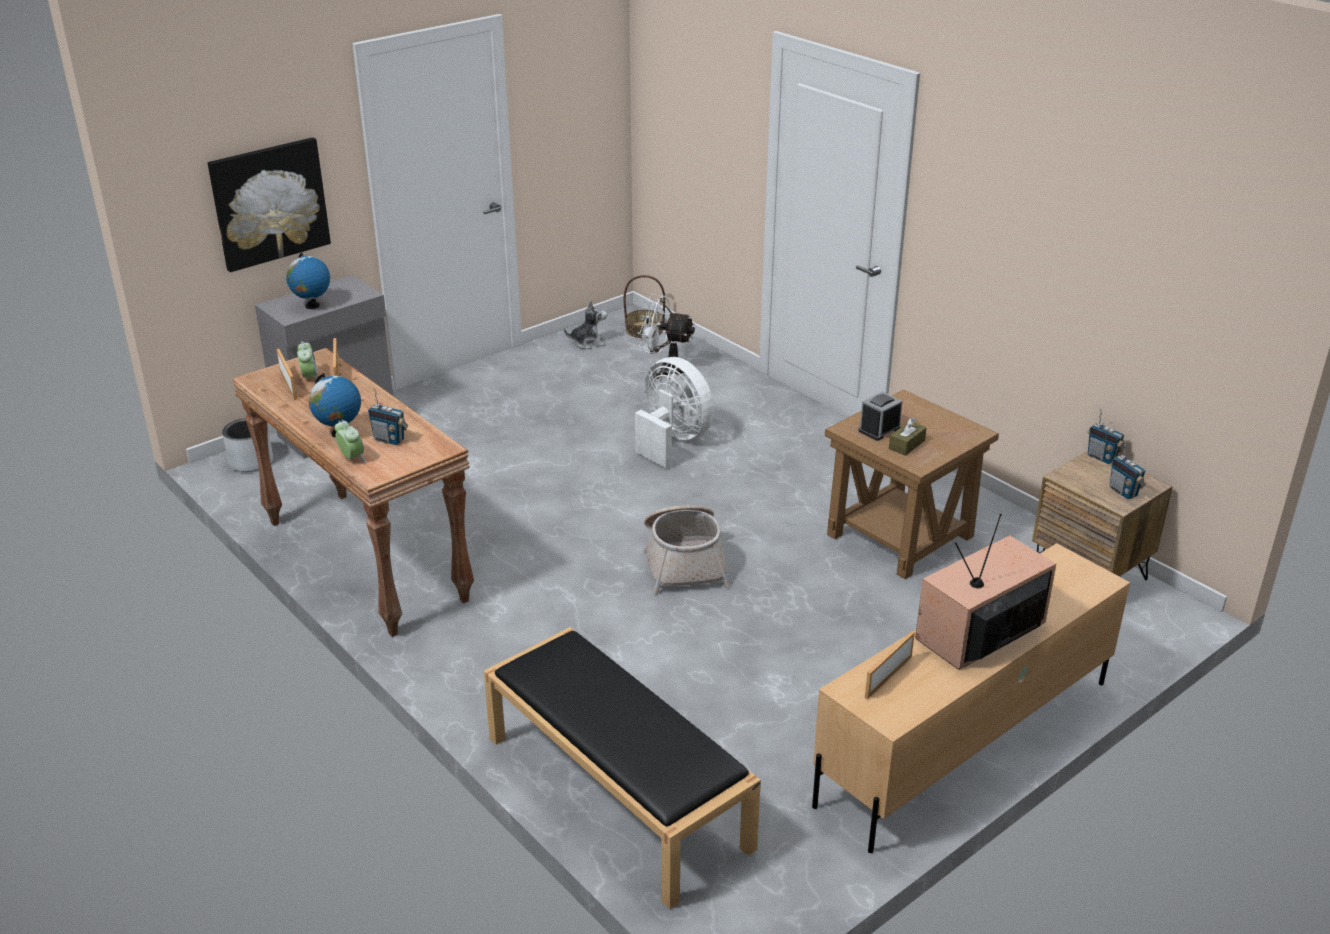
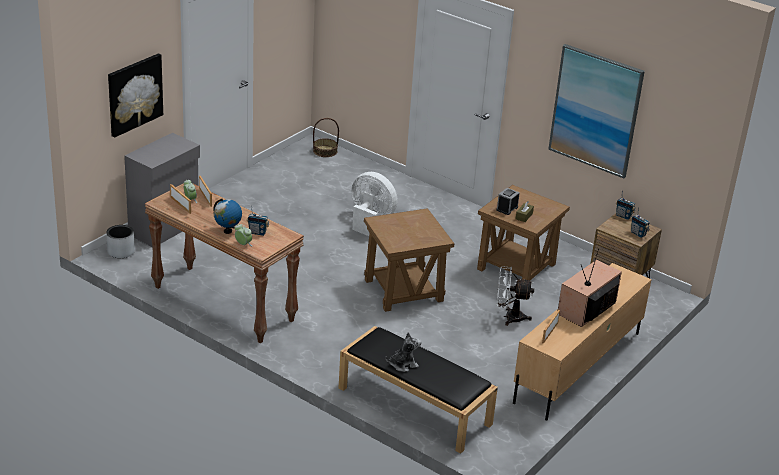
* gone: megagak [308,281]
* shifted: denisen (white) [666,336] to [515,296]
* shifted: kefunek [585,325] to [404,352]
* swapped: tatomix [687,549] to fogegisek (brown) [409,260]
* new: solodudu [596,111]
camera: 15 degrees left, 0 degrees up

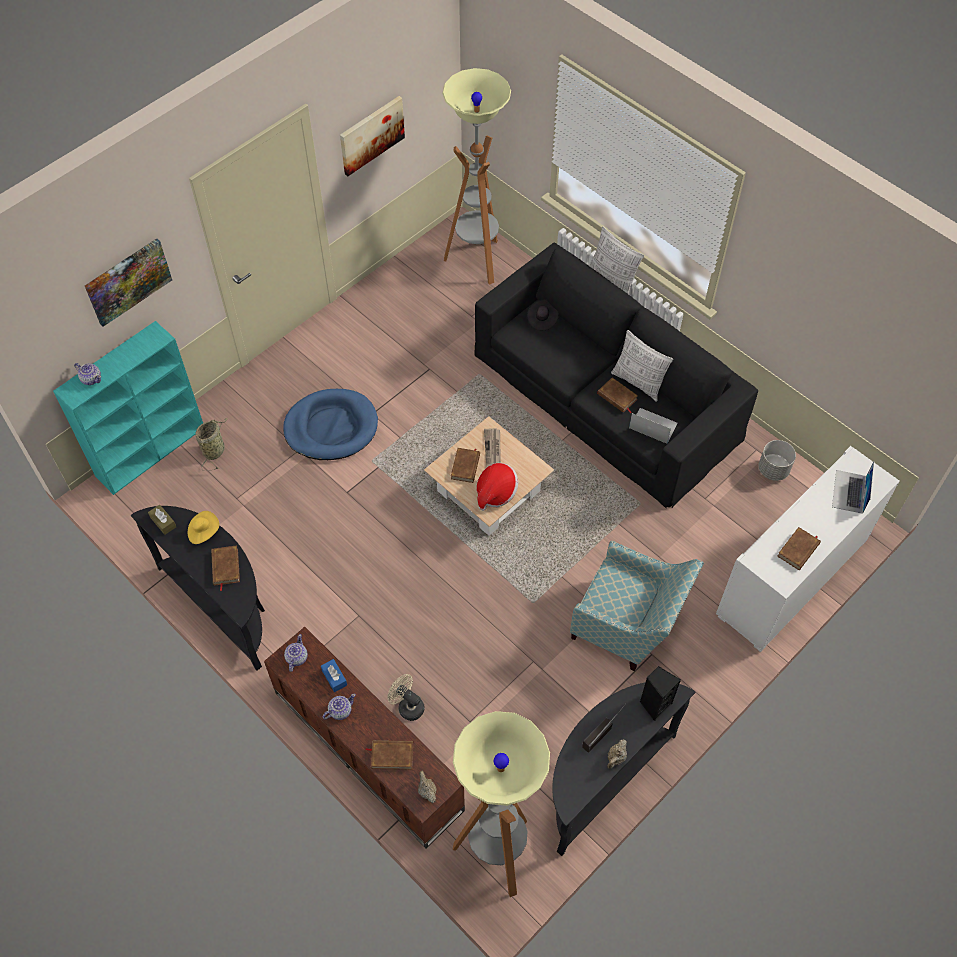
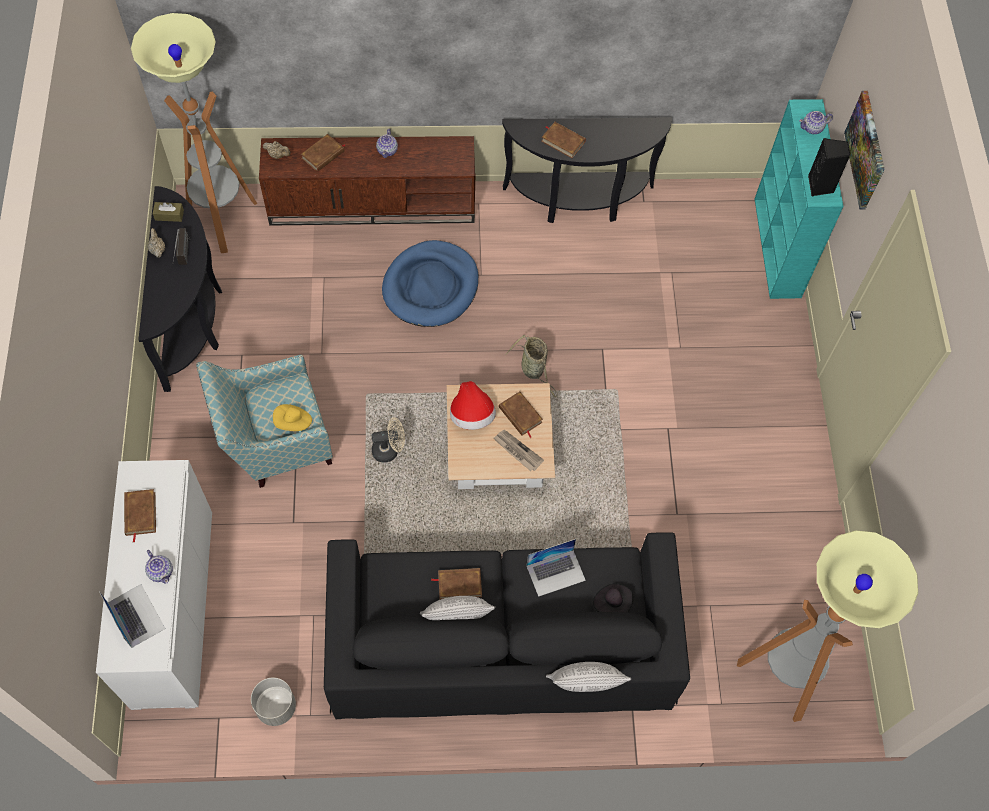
* gone: solodudu [372,136]
* shifted: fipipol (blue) [330,424] to [430,283]
* shifted: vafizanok [653,425] to [556,568]
* shifted: tatomix [212,444] to [532,366]
* shifted: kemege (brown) [162,519] to [168,212]
* shifted: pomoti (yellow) [203,527] to [292,417]
* shifted: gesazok [296,653] to [159,567]
* gone: kemege (blue) [334,675]
* shifted: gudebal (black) [660,693] to [829,167]
* shifted: denisen (beige) [406,697] to [388,440]
camera: 130 degrees right, 5 degrees up

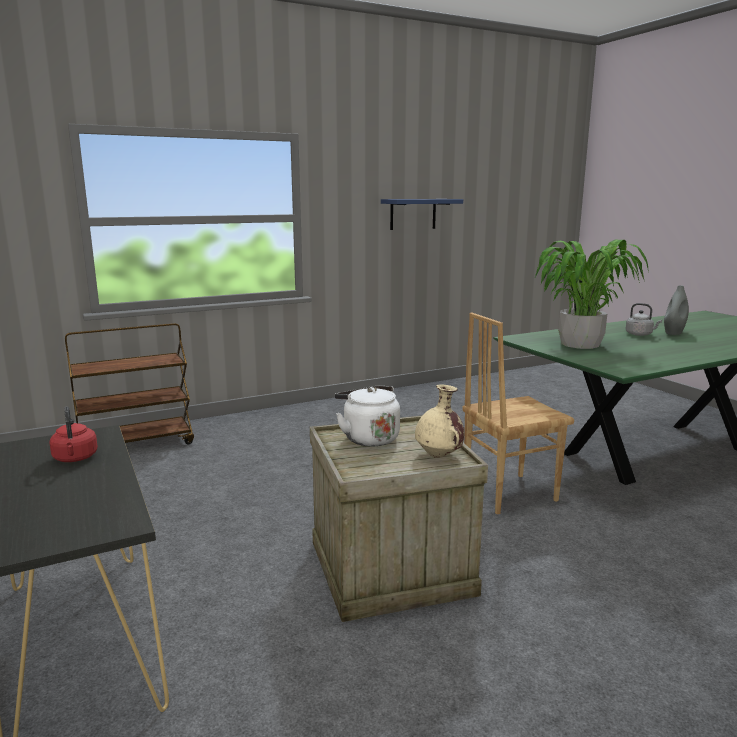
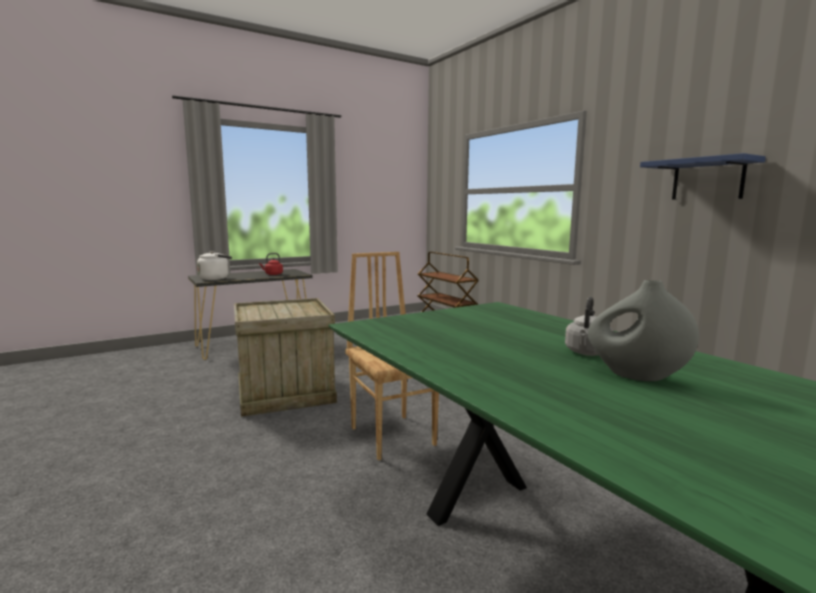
* gone: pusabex [592,294]
* gone: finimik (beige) [439,421]
* shifted: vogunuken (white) [367,416] to [214,265]
camera: 85 degrees right, 5 degrees down

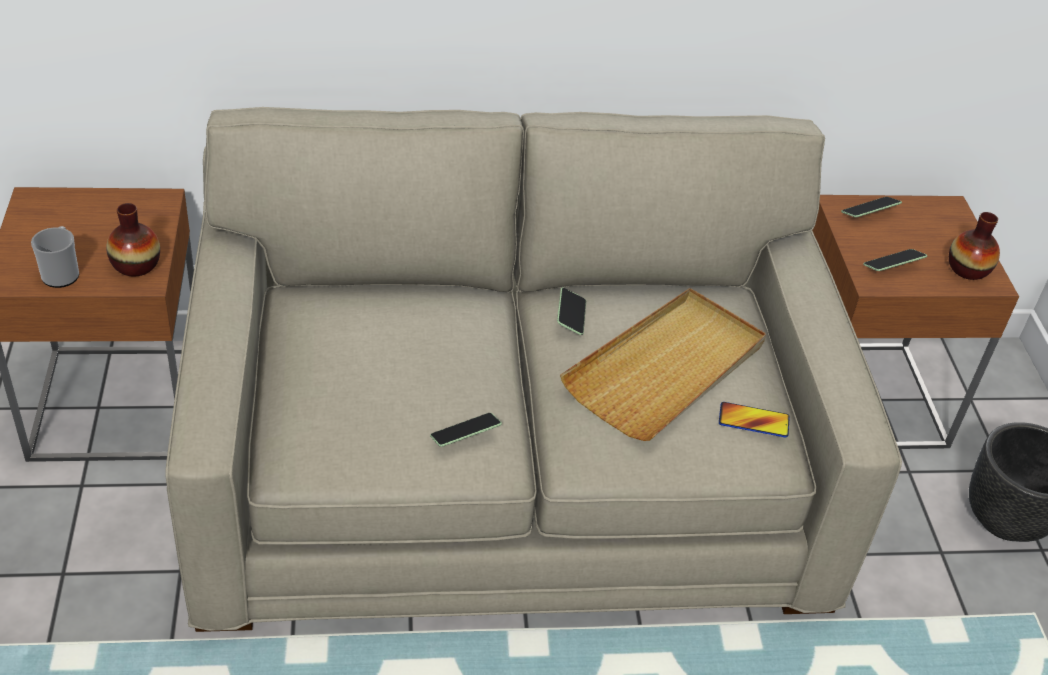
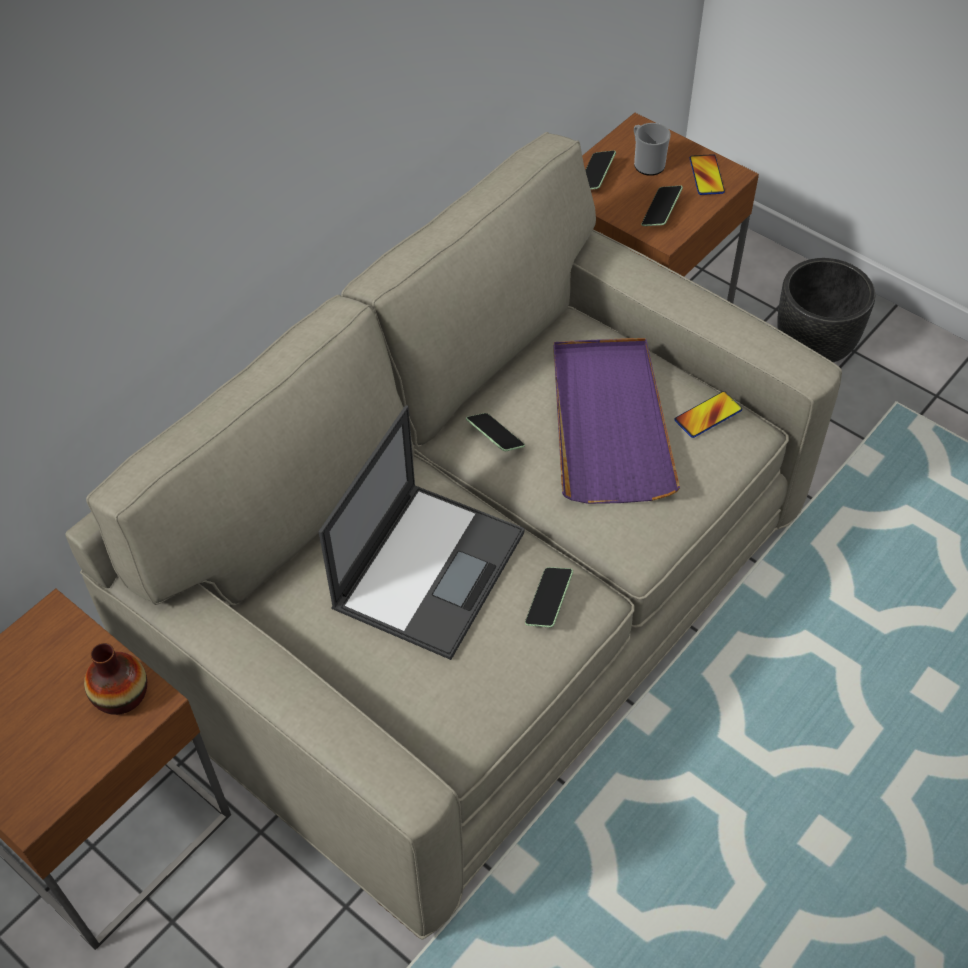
* swapped: finimik [974,246] to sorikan [707,174]
* shifted: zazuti [55,257] to [652,149]
* repainted: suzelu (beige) [663,364] to suzelu (purple) [616,421]
* new: vafizanok [422,532]
camera: 40 degrees left, 10 degrees up

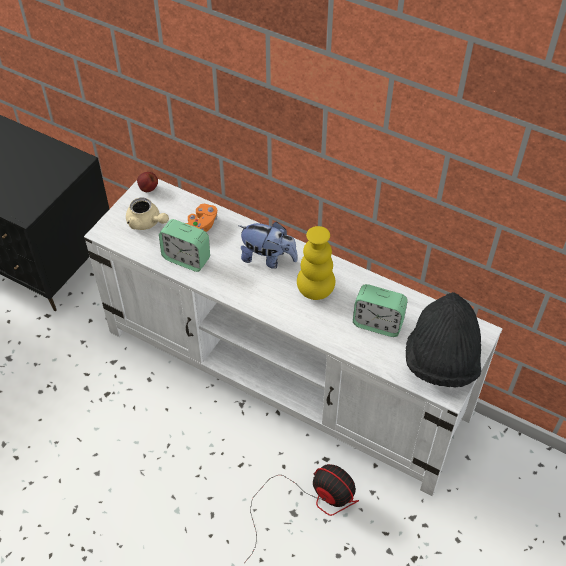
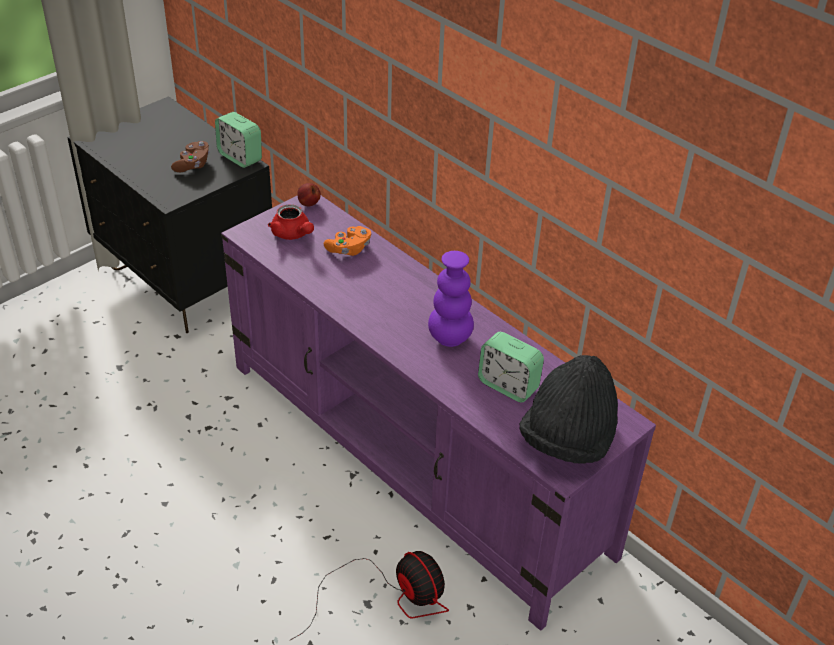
* repainted: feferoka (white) [293,337] to feferoka (purple) [438,413]
* repainted: gesazok (beige) [147,213] to gesazok (red) [291,222]
* shifted: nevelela [184,245] to [238,140]
* gone: kefunek [268,245]
* repainted: finimik (yellow) [316,263] to finimik (purple) [451,299]
* new: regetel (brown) [190,156]
camera: 15 degrees right, 10 degrees down

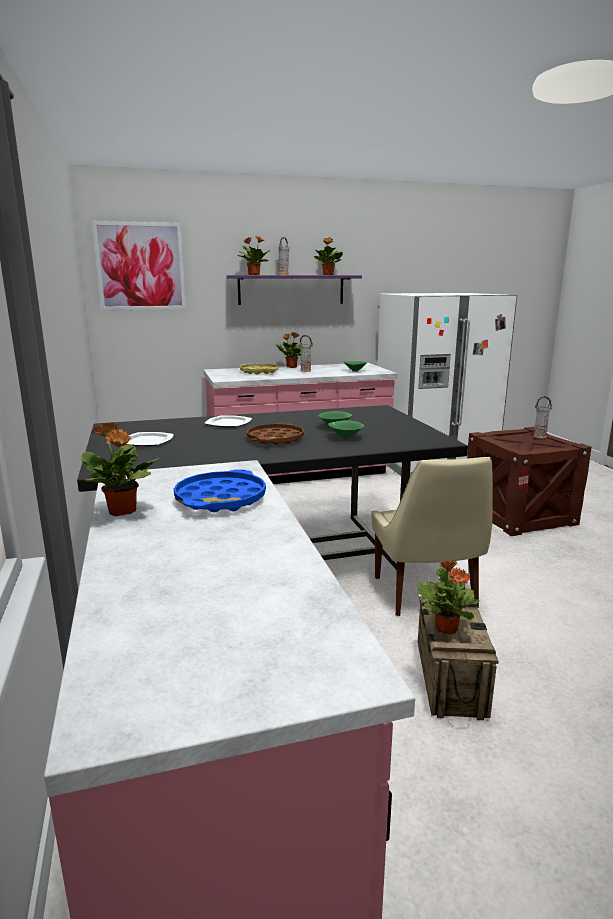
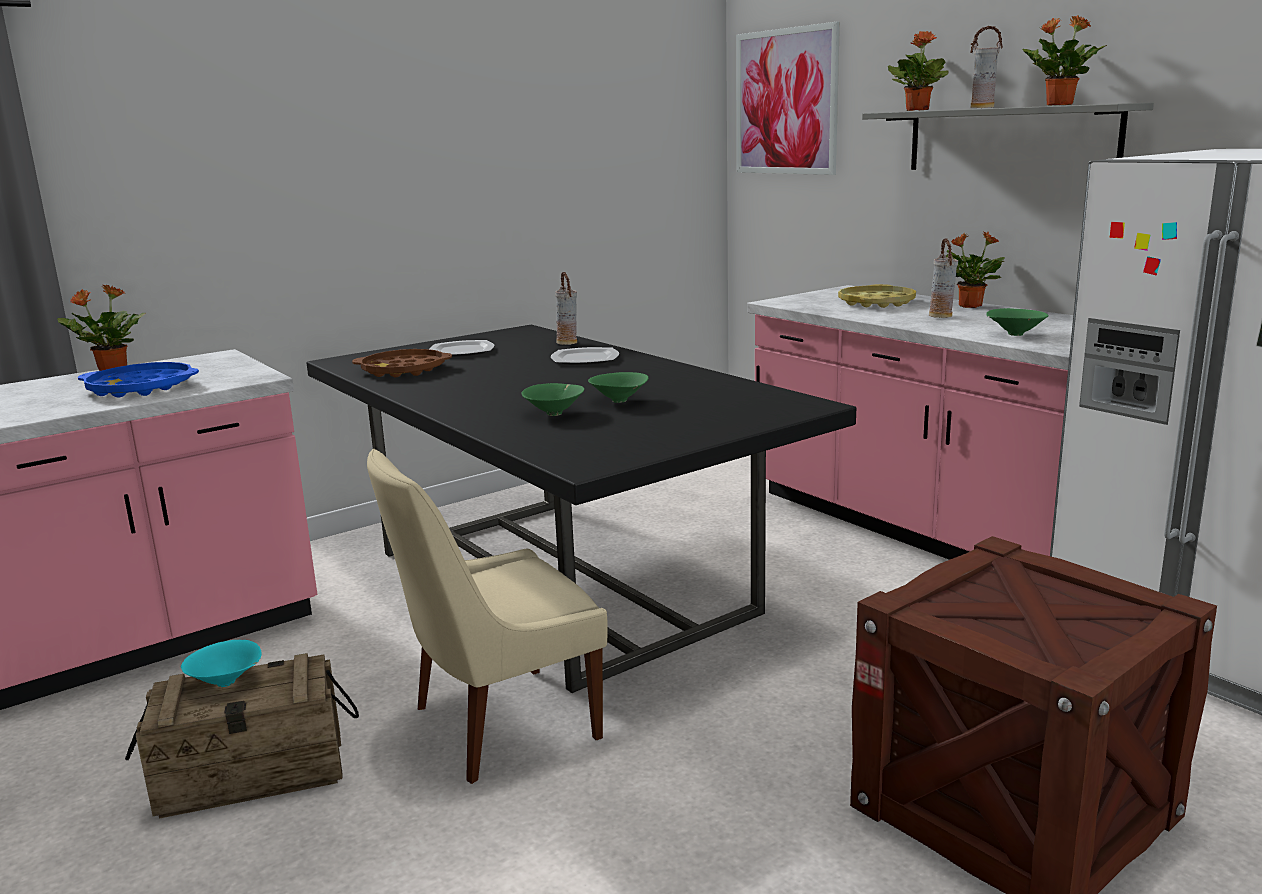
* repainted: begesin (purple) [294,290] to begesin (grey) [1008,136]
* shifted: finimik [543,417] to [566,308]
* shifted: suzelu (brown) [275,434] to [402,363]
* swapped: pusabex [448,597] to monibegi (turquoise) [221,663]
camera: 70 degrees right, 0 degrees up

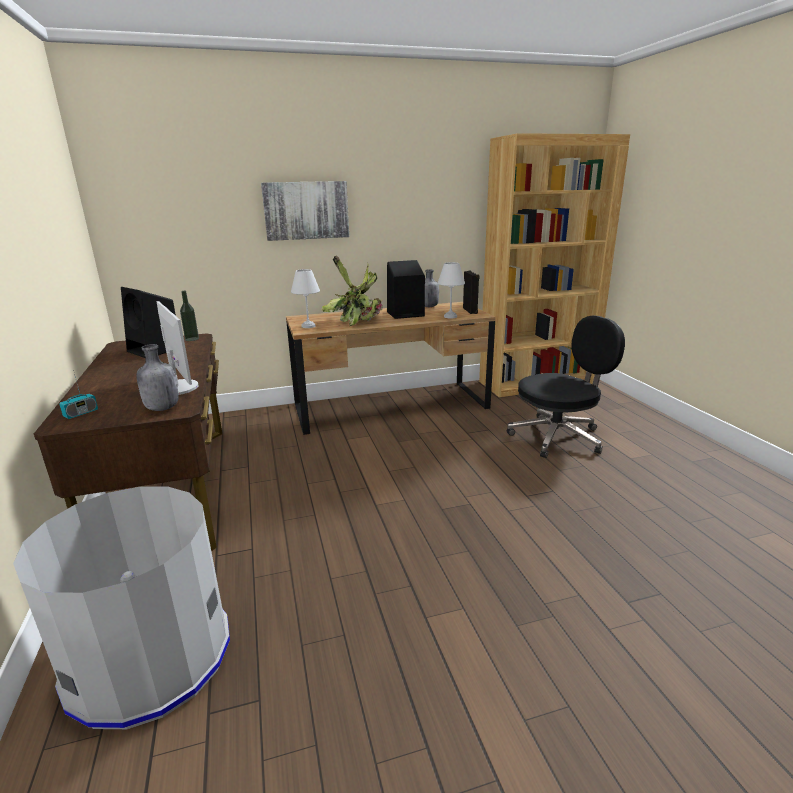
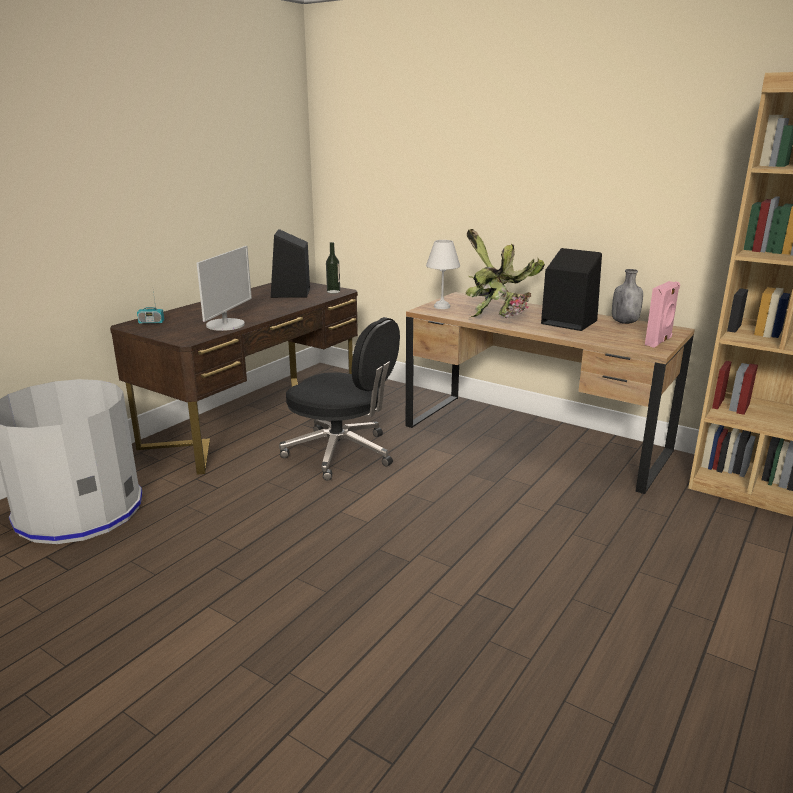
* gone: solodudu [305,211]
* gone: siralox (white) [451,290]
* repainted: gudebal (black) [471,292] to gudebal (pink) [662,314]
* shifted: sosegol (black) [566,387] to [339,399]
* gone: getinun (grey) [157,377]
camera: 50 degrees right, 0 degrees up

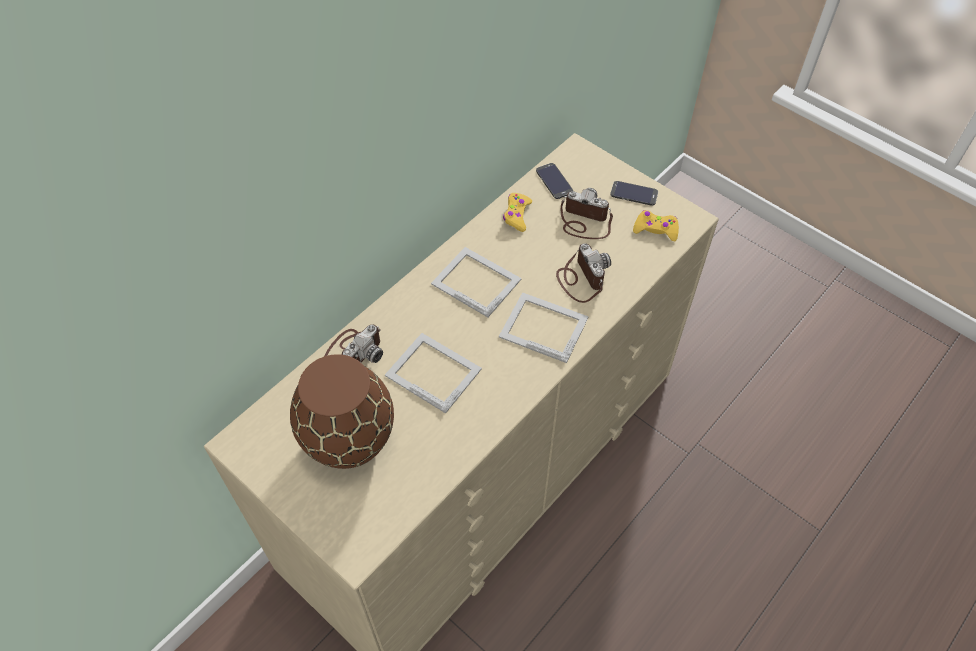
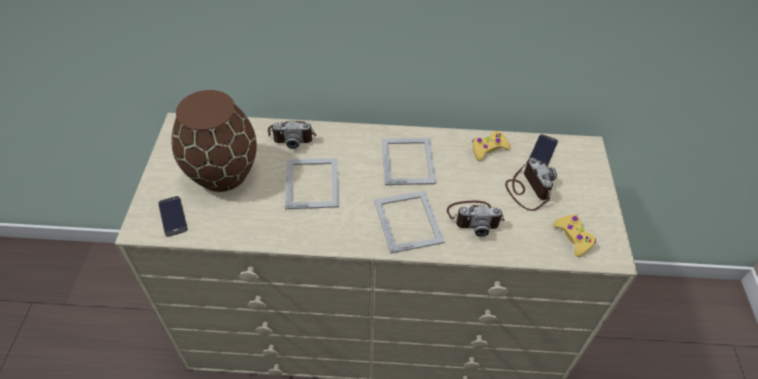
* shifted: sorikan [634,193] to [173,216]
* rotated: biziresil [583,273] = [476,219] 60 degrees clockwise
camera: 50 degrees right, 5 degrees down

